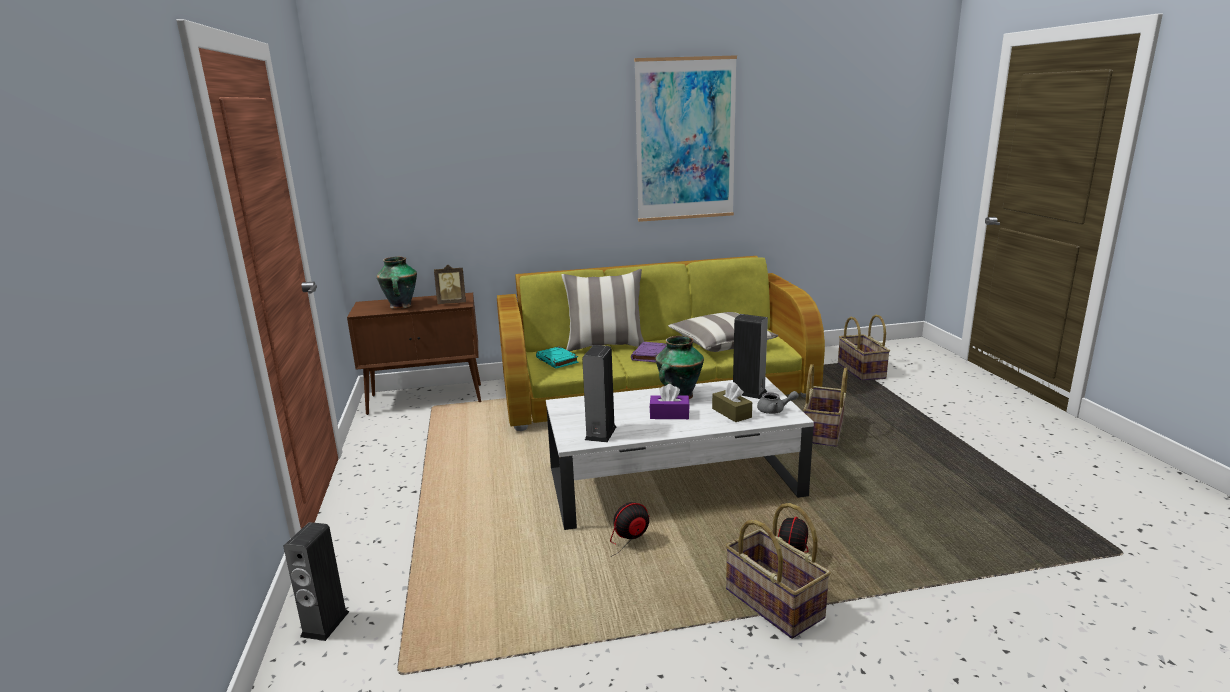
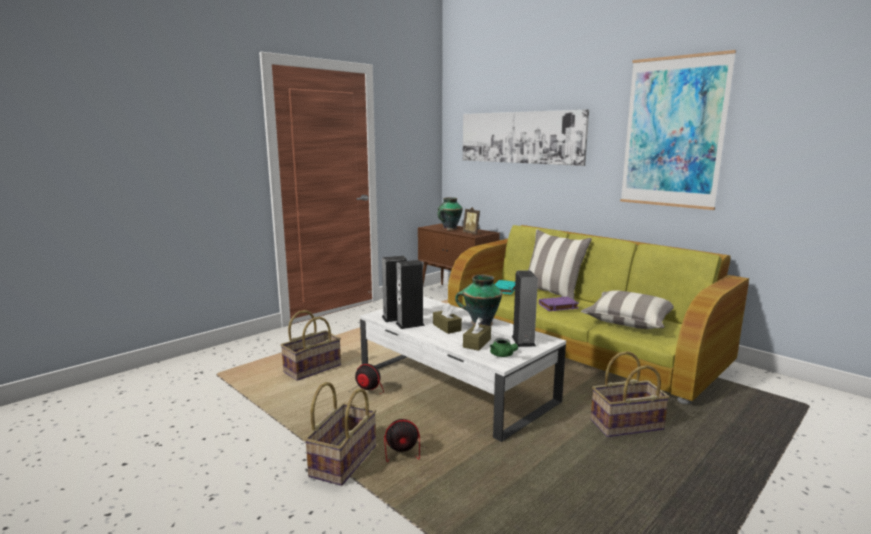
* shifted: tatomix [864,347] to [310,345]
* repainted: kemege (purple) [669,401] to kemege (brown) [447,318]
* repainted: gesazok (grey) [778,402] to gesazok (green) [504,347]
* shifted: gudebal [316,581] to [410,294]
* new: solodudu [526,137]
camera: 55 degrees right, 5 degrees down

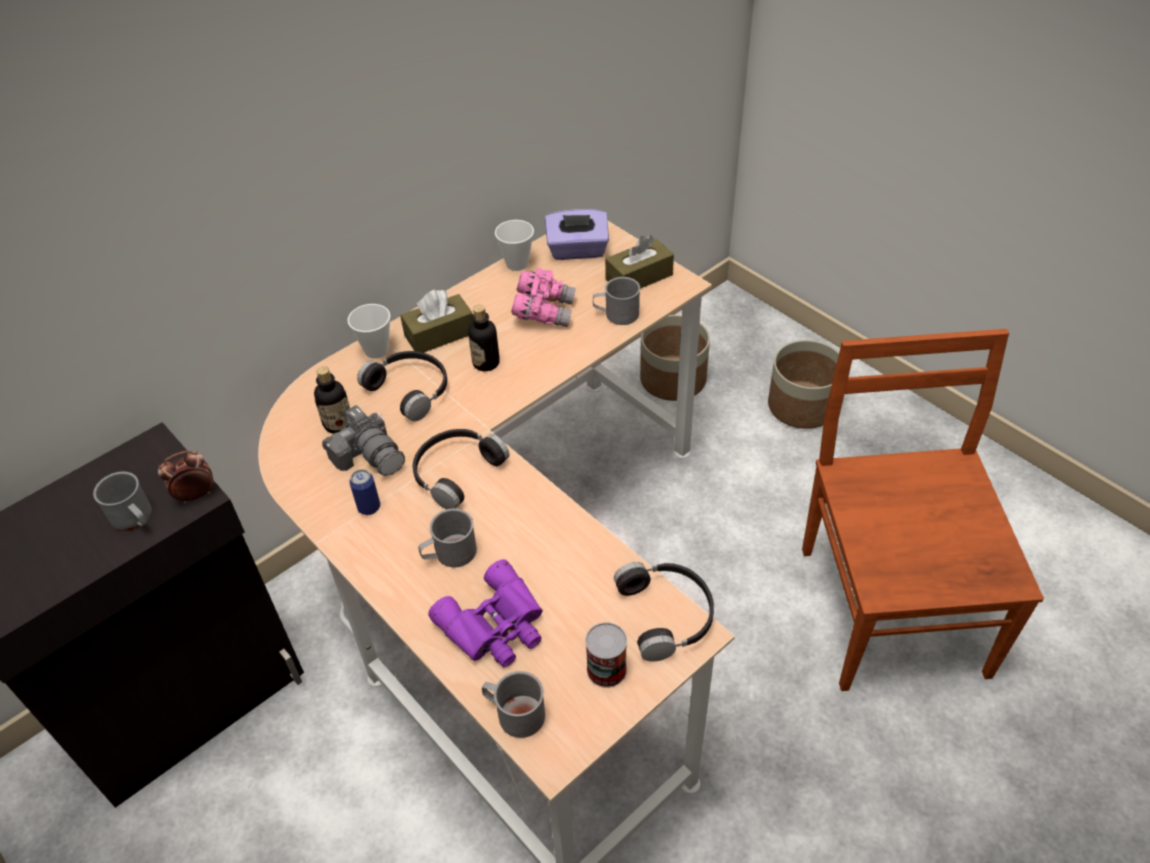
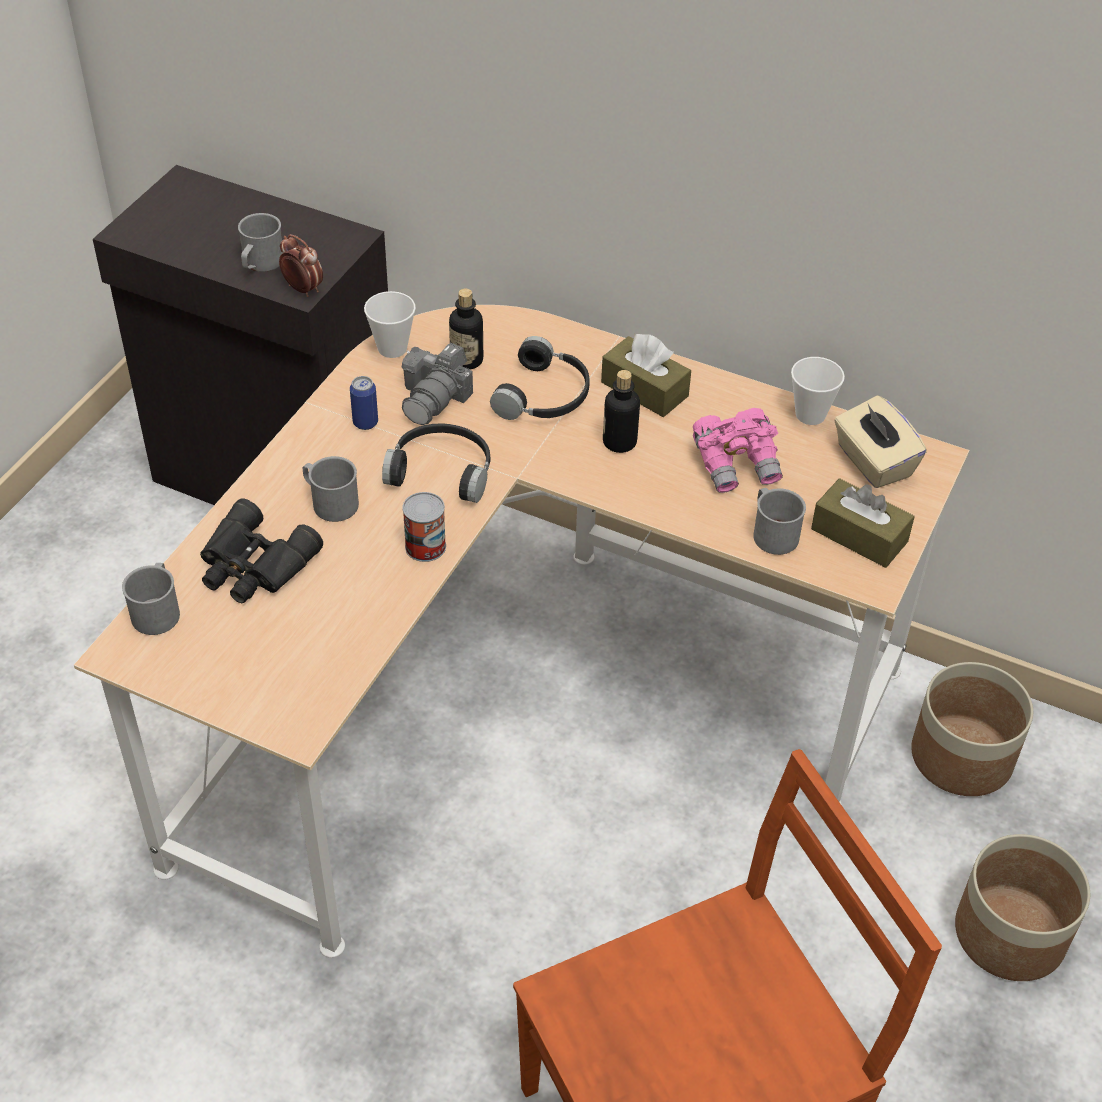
* repainted: kemege (purple) [577,234] to kemege (beige) [880,441]
* shifted: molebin [369,331] to [390,324]
* repainted: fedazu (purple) [485,613] to fedazu (black) [261,550]
* gone: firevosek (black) [664,612]
* shifted: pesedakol [606,655] to [424,527]
camera: 65 degrees right, 0 degrees up

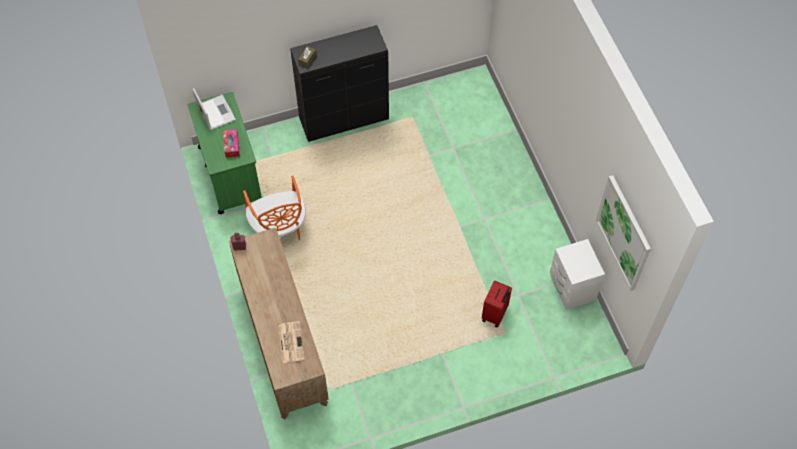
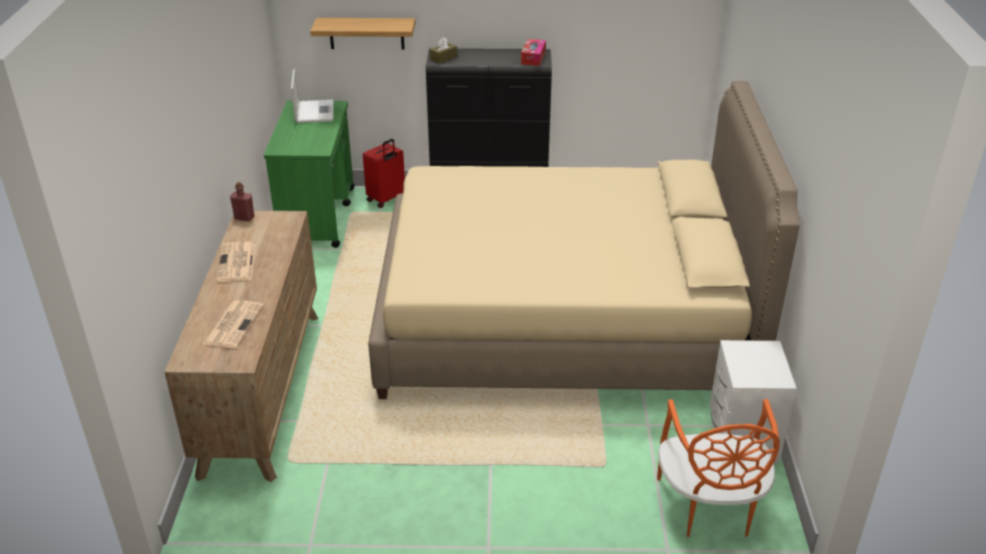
* shifted: kemege [231,143] to [533,52]
* gone: solodudu [623,233]
* shifted: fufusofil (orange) [274,208] to [718,468]
* shifted: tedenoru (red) [497,304] to [384,173]
* new: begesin [362,34]
* new: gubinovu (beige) [584,240]
* new: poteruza [235,262]
camera: 20 degrees right, 25 degrees down

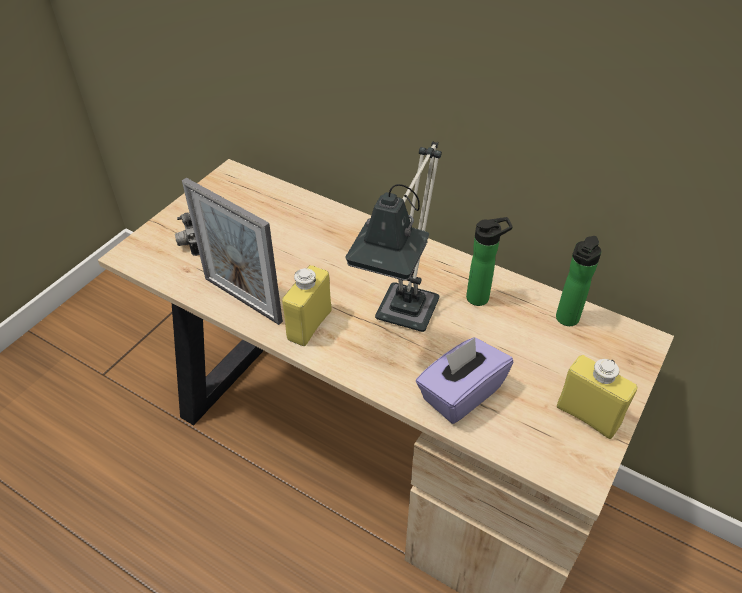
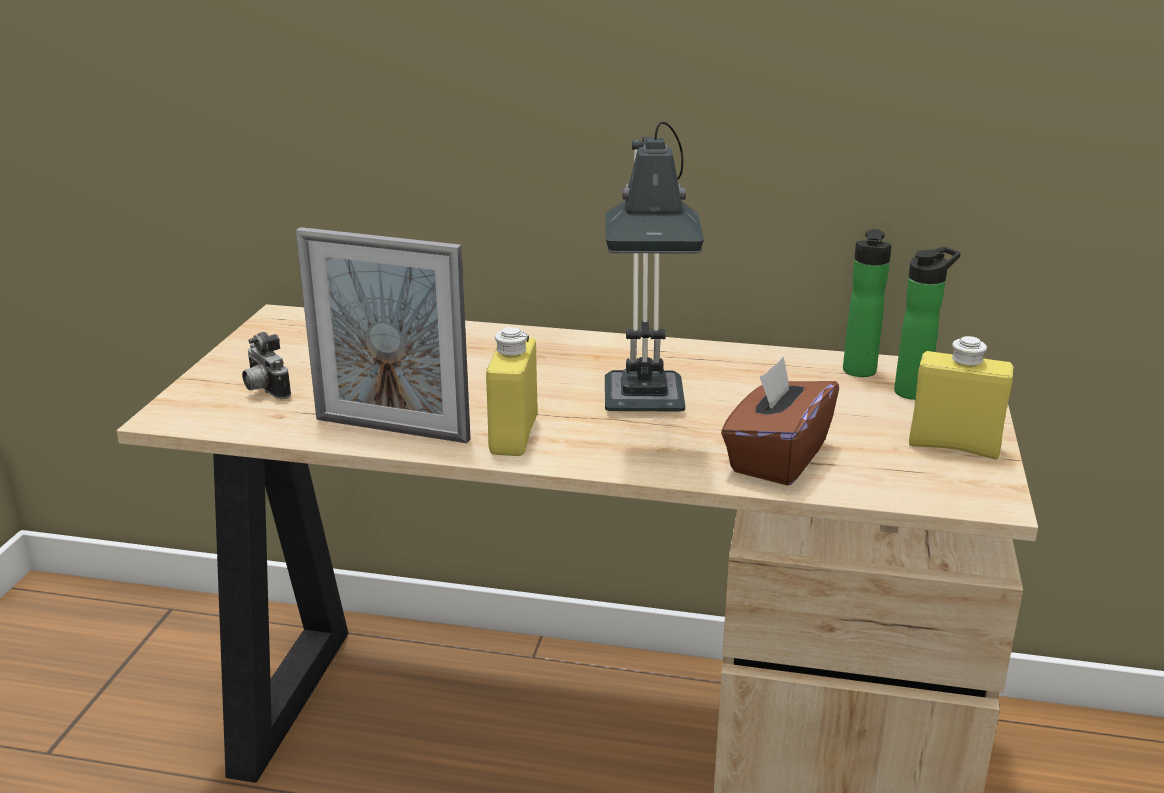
* shifted: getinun [489,261] to [927,323]
* repainted: kemege (purple) [465,380] to kemege (brown) [780,421]
camera: 20 degrees left, 20 degrees down

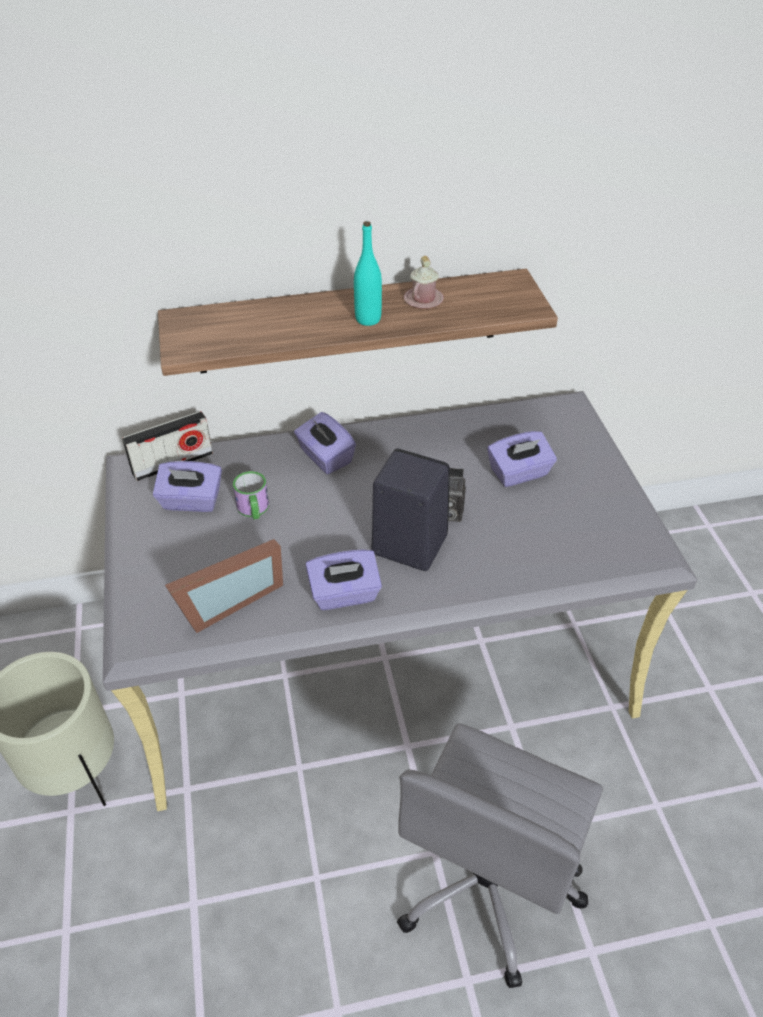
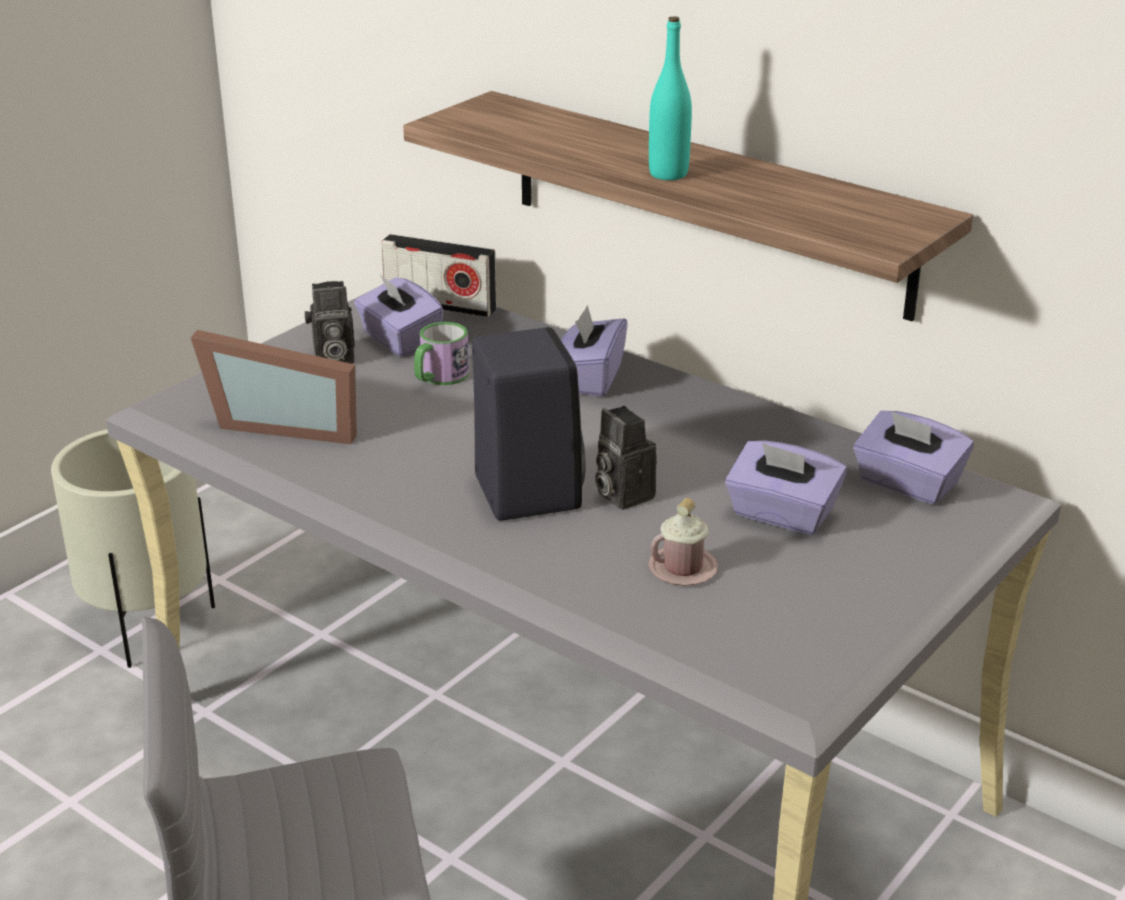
* shifted: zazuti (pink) [424,282] to [683,541]
* shifted: kemege (purple) [344,580] to [913,457]
* new: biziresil [330,322]
camera: 50 degrees right, 15 degrees down

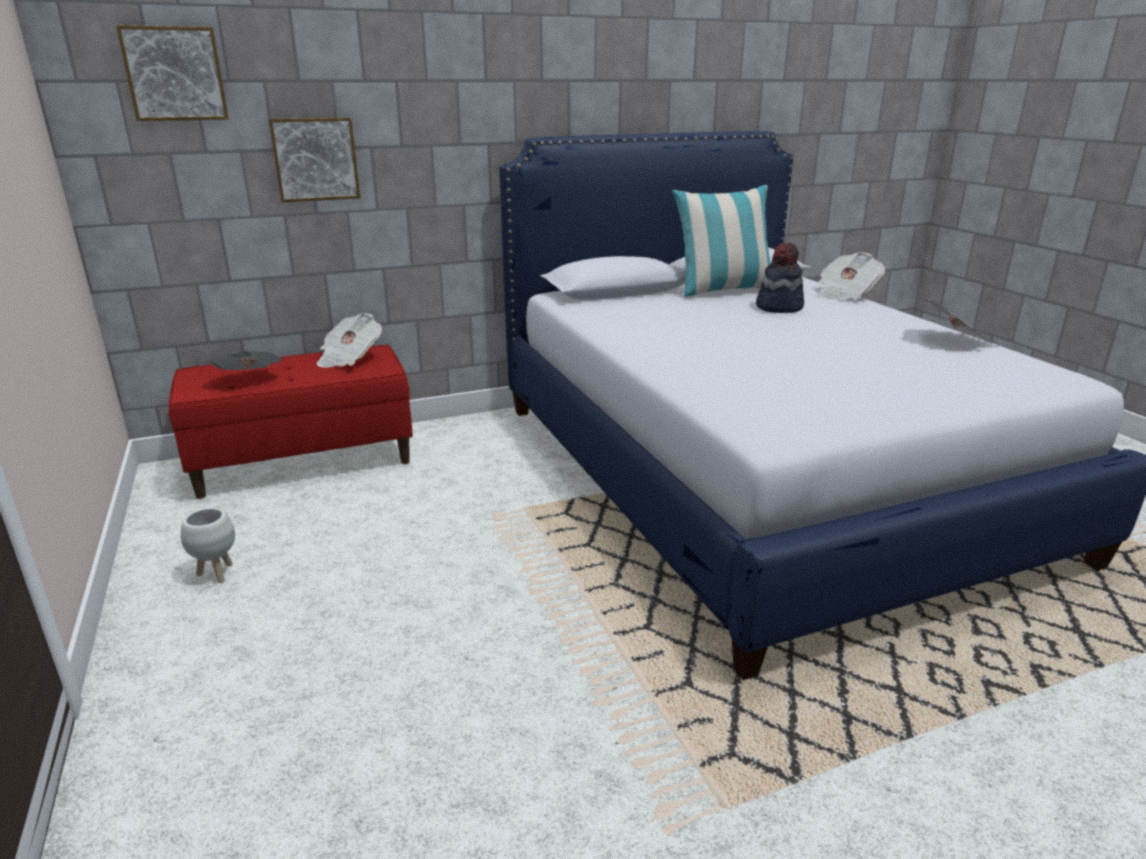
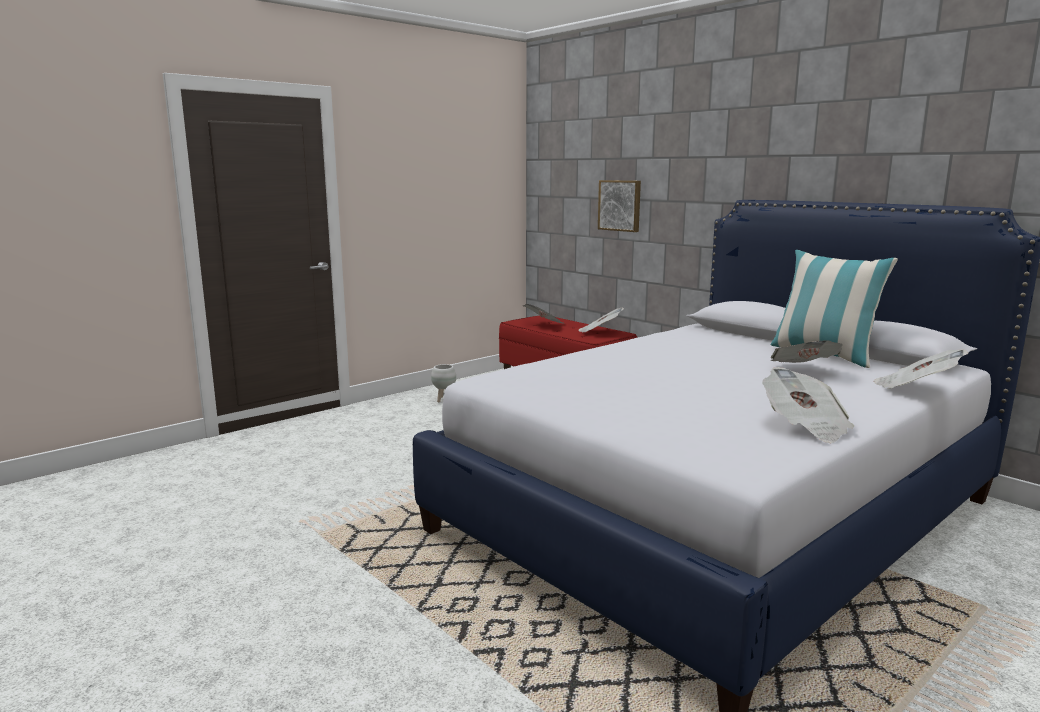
* gone: solodudu [172,73]
* swapped: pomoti [780,278] to poteruza [806,351]
camera: 70 degrees right, 10 degrees down

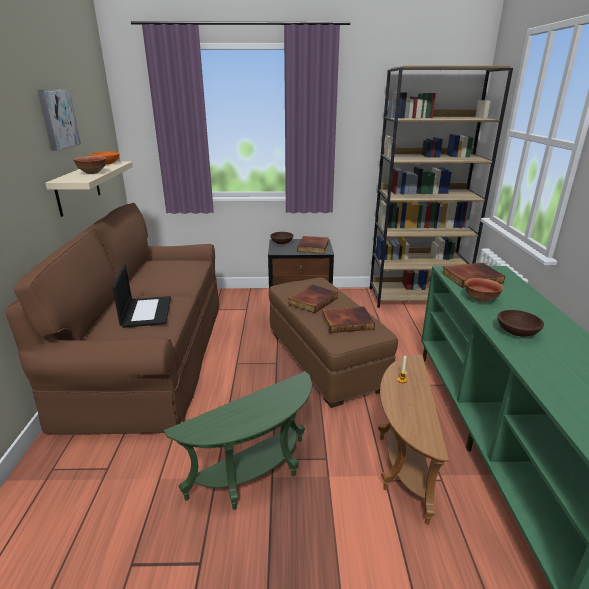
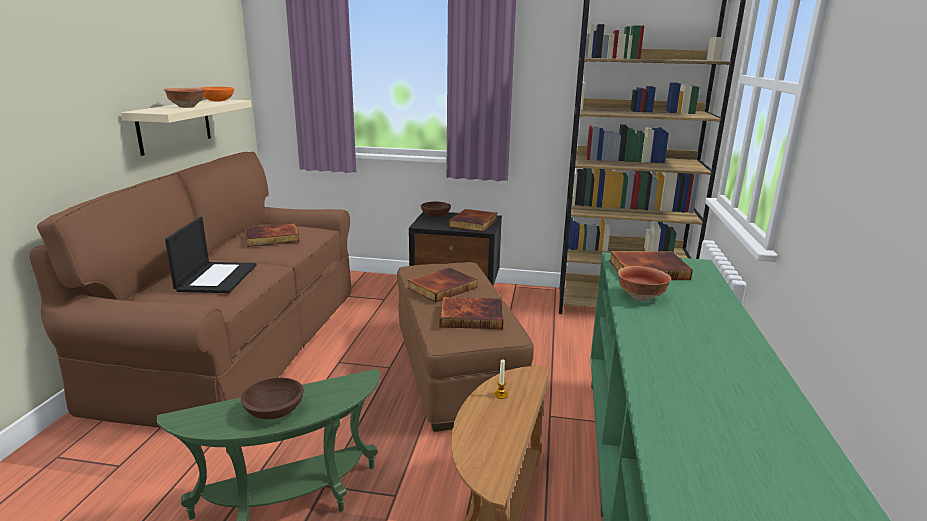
* gone: solodudu [59,120]
* shifted: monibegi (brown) [520,323] to [272,398]
* new: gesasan [273,235]
camera: 10 degrees right, 5 degrees down

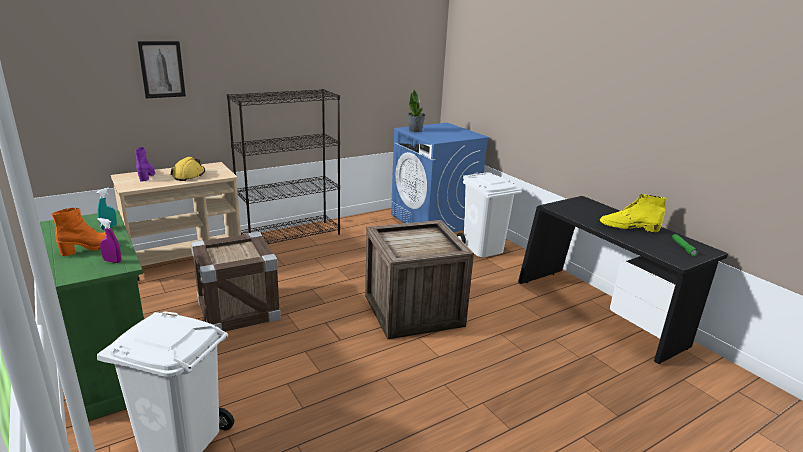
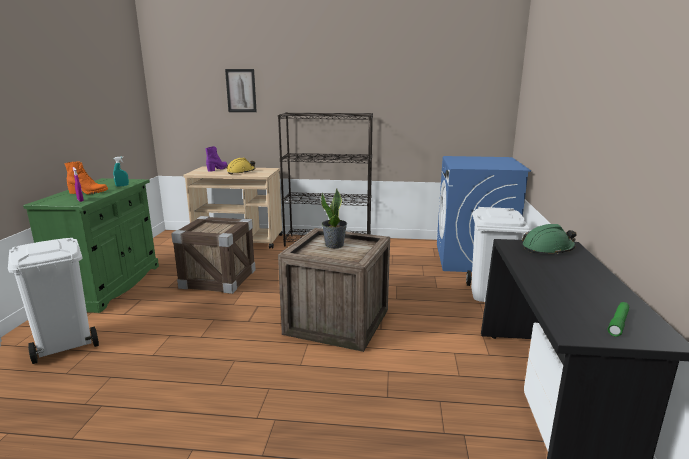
* shifted: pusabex [416,111] to [334,218]
* gone: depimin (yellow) [633,213]
* new: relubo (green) [549,239]
camera: 40 degrees right, 5 degrees down

